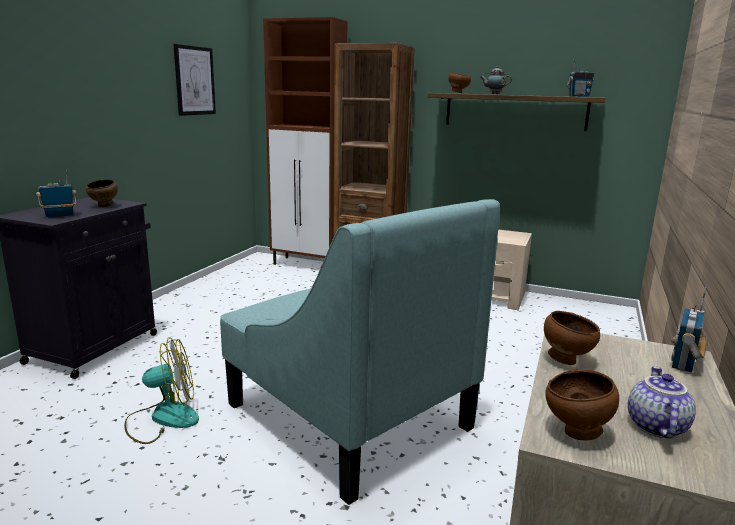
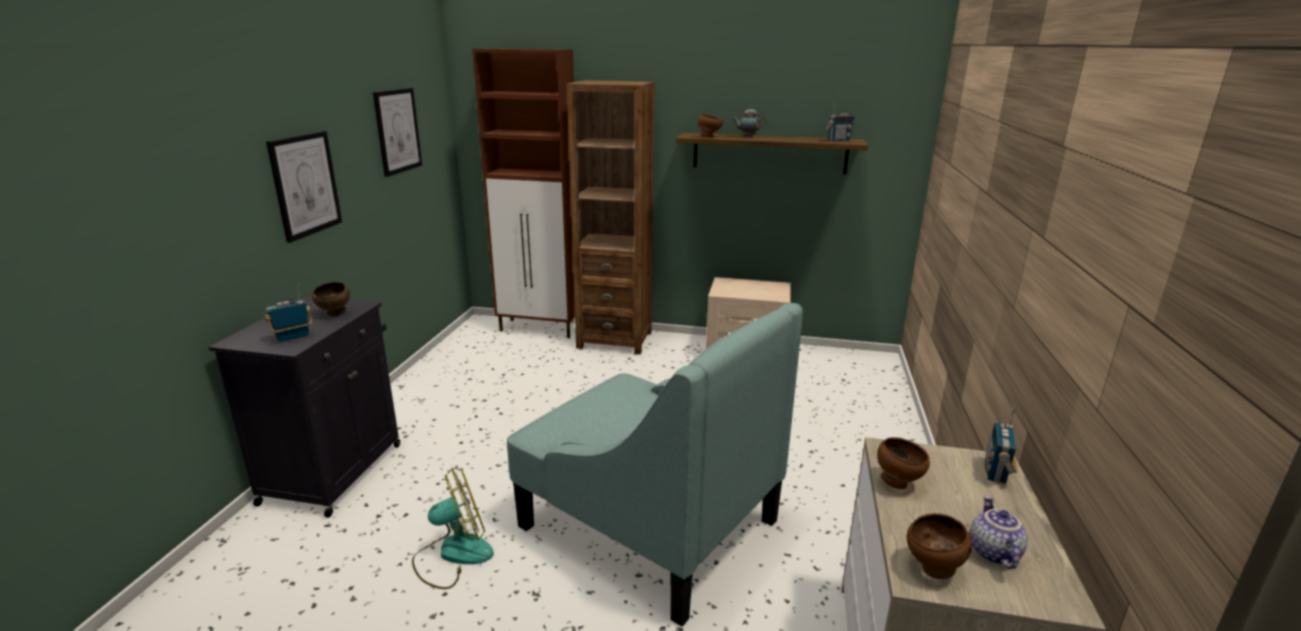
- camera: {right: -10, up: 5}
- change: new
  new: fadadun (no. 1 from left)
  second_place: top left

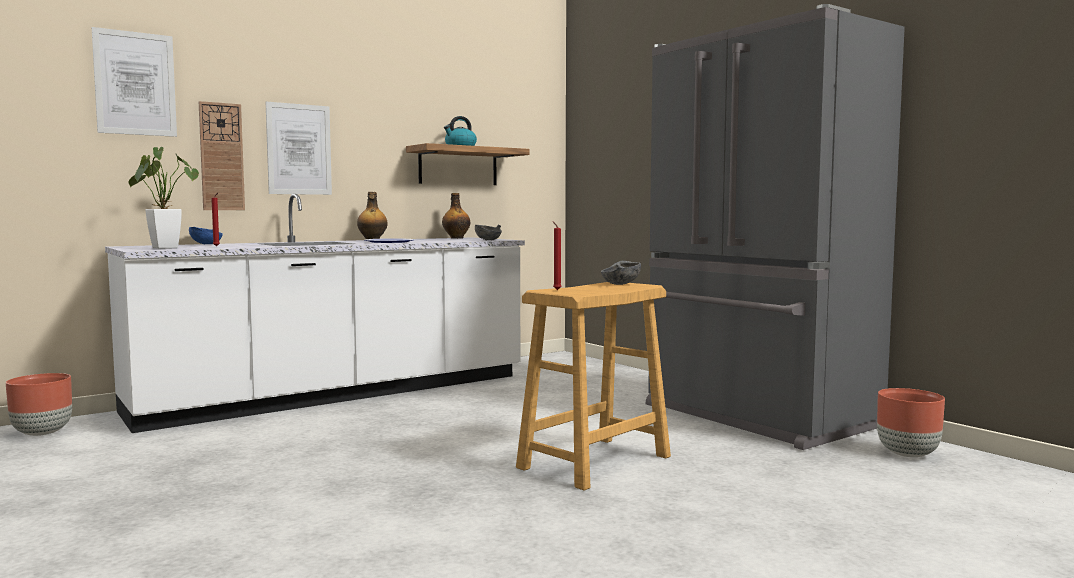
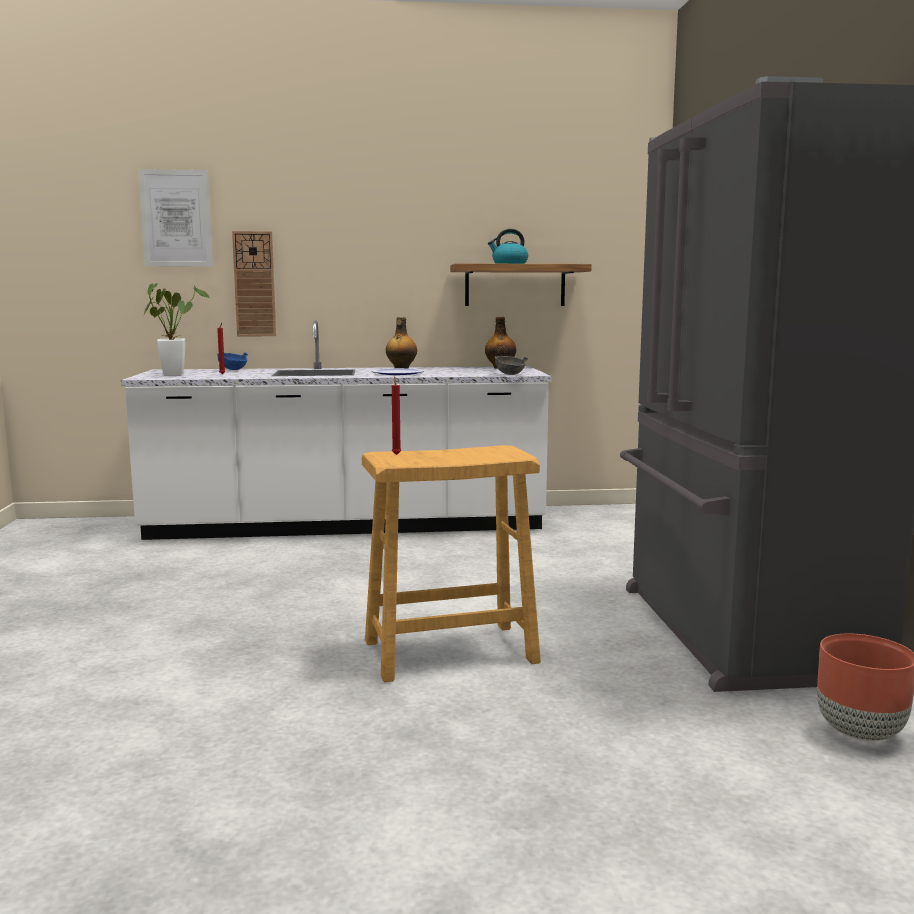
- camera: {right: 30, up: 5}
- change: gone
  old: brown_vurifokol (no. 1 from left)
  first_place: bottom left
- change: gone
  old: fadadun (no. 2 from left)
  first_place: top left
- change: gone
  old: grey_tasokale (no. 2 from left)
  first_place: centre

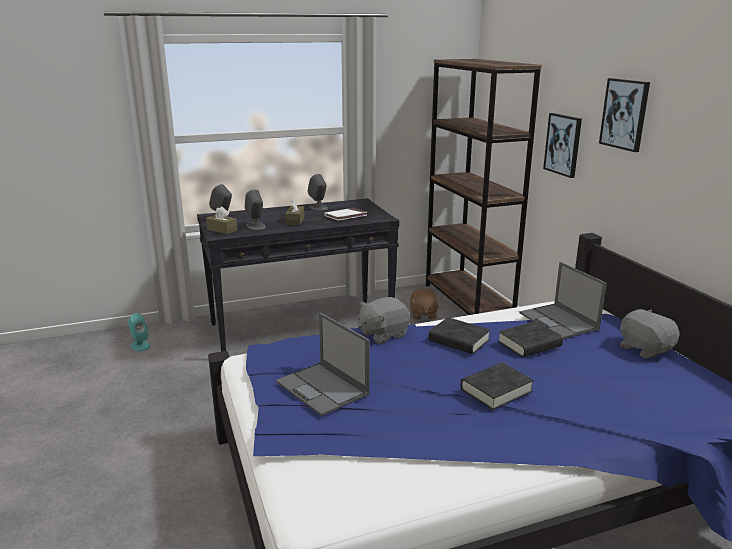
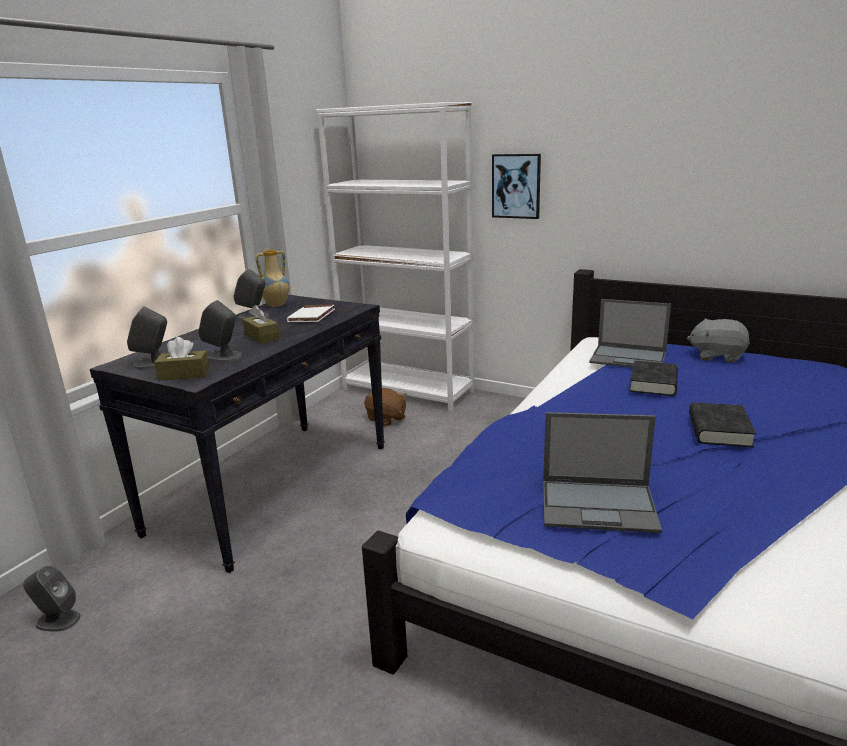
- camera: {right: -40, up: 0}
- change: gone
  old: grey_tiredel (no. 1 from left)
  first_place: centre
- change: gone
  old: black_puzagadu (no. 1 from left)
  first_place: centre
- change: gone
  old: fadadun (no. 2 from left)
  first_place: top right
- change: new
  new: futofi
  second_place: middle left
- change: repainted
  old: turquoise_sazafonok
  new: grey_sazafonok (no. 1 from left)
  first_place: middle left
  second_place: bottom left
- change: repainted
  old: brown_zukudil
  new: white_zukudil
  first_place: centre
  second_place: centre

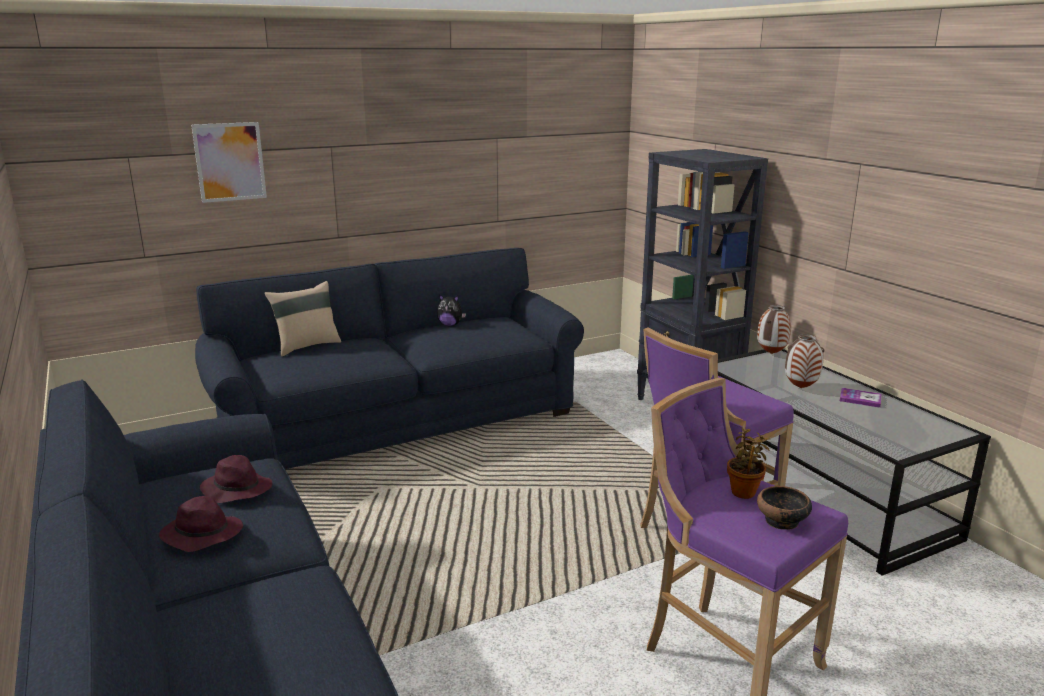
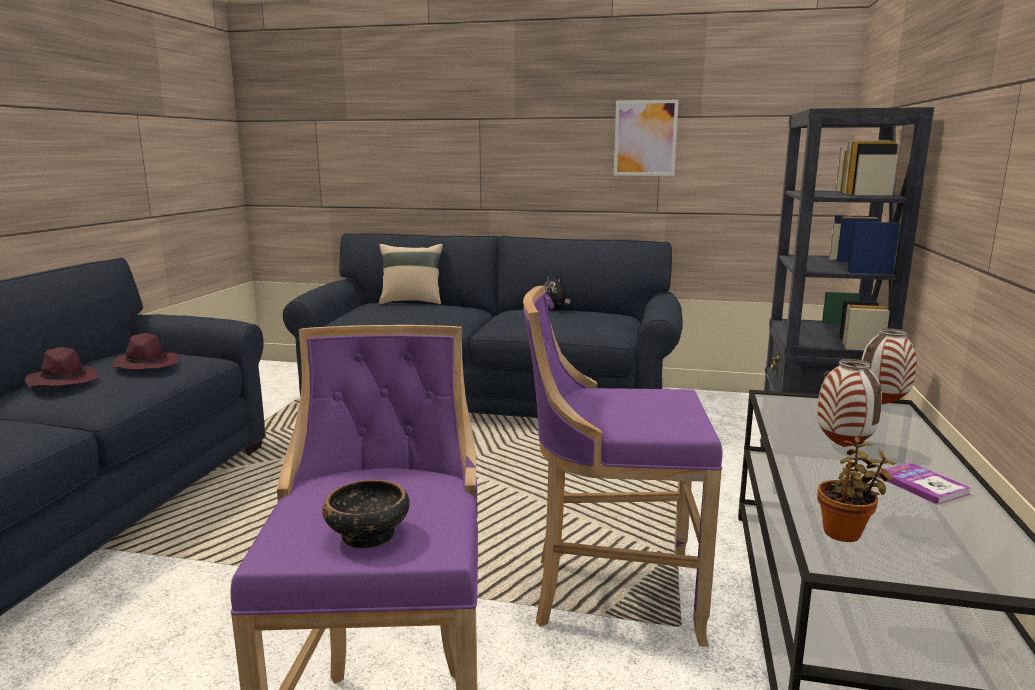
- camera: {right: 40, up: -5}
- change: shifted
  old: fadadun
  first_place: top left
  second_place: top centre
- change: shifted
  old: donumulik
  first_place: middle right
  second_place: bottom right

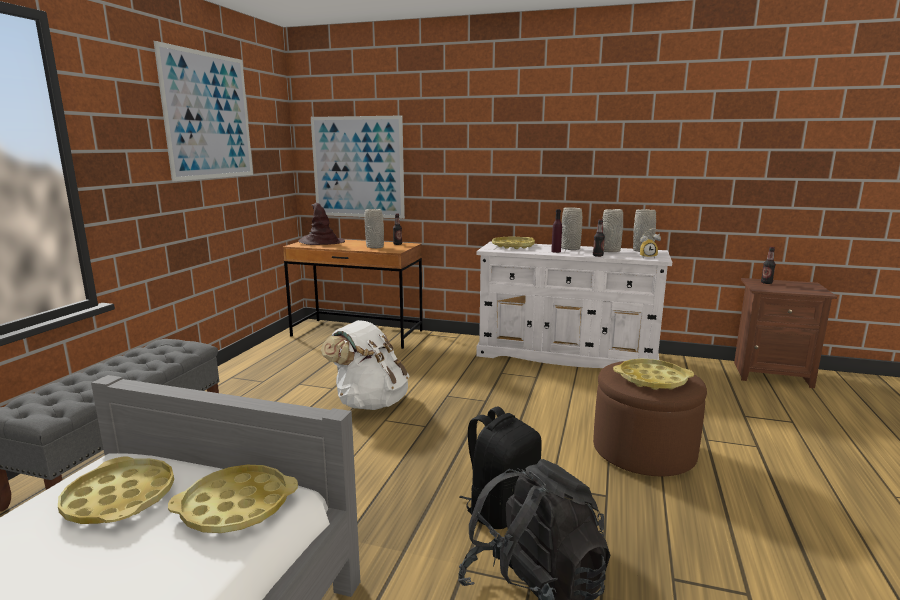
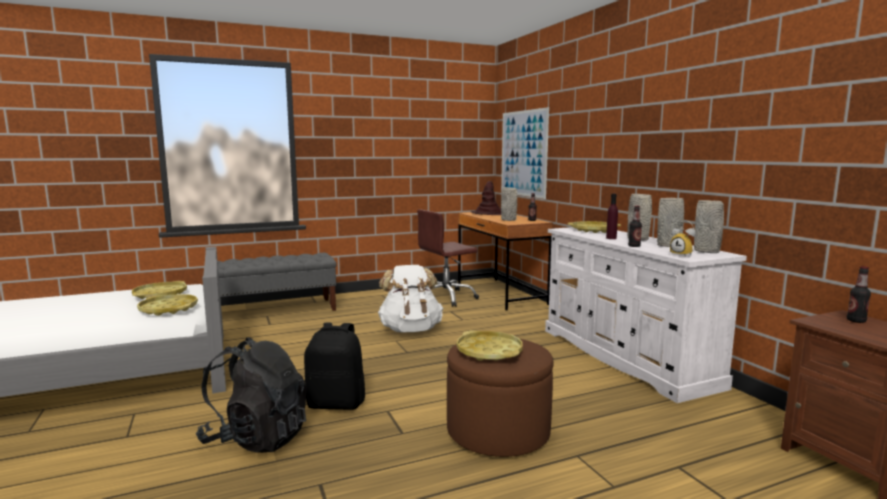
- camera: {right: 50, up: -5}
- change: gone
  old: fadadun (no. 1 from left)
  first_place: top left
- change: new
  new: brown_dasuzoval
  second_place: centre

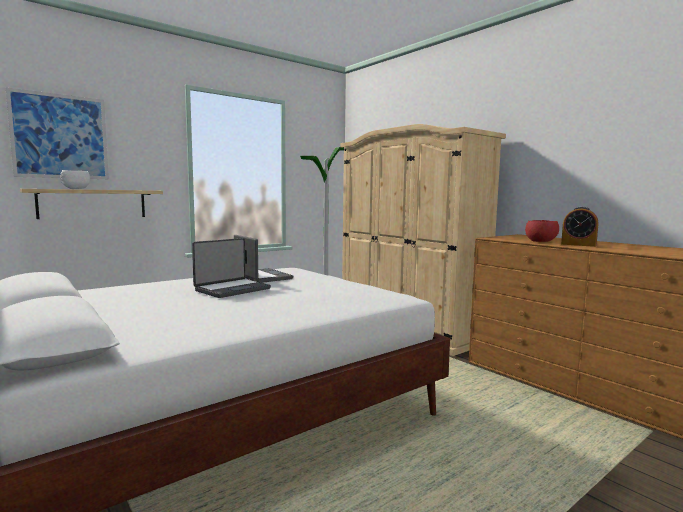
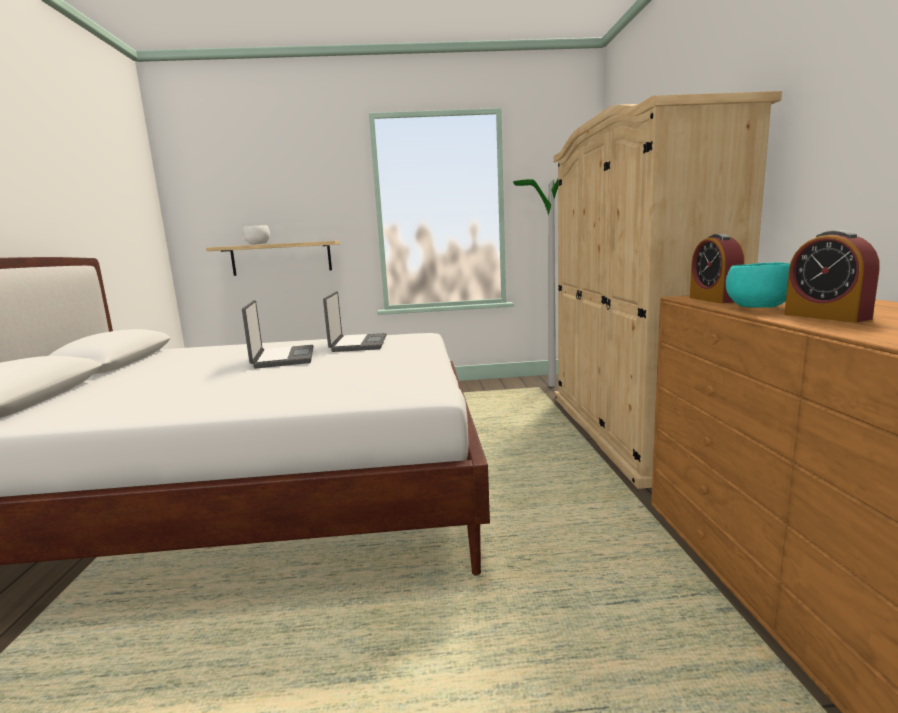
- camera: {right: 35, up: 5}
- change: gone
  old: fadadun
  first_place: top left
- change: new
  new: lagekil (no. 1 from left)
  second_place: middle right
- change: repainted
  old: red_tasokale
  new: turquoise_tasokale
  first_place: middle right
  second_place: middle right
- change: rotated
  old: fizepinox (no. 1 from left)
  first_place: centre
  second_place: middle left
  degrees: -90

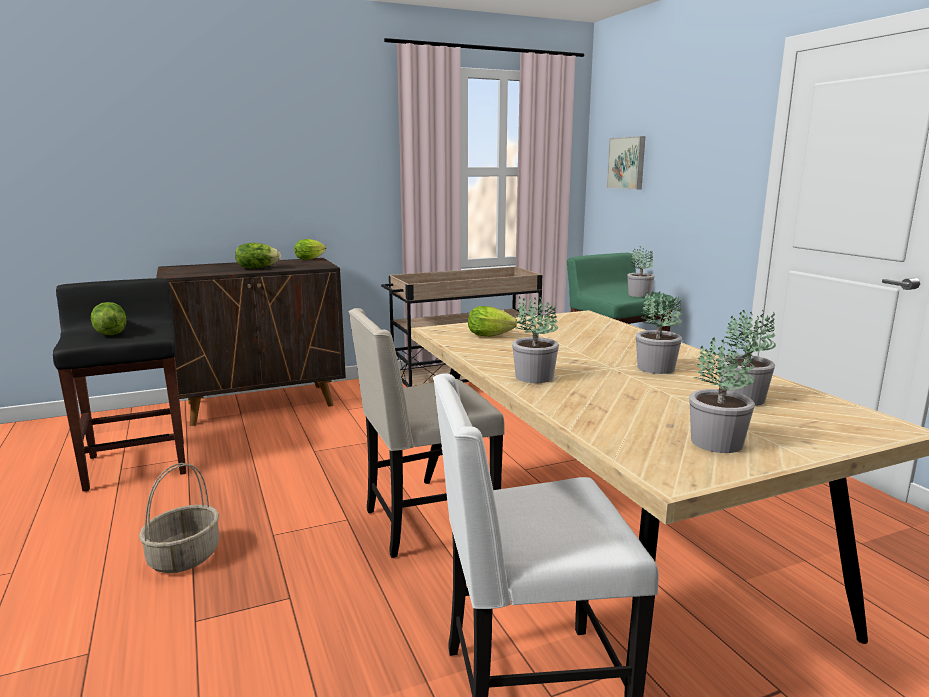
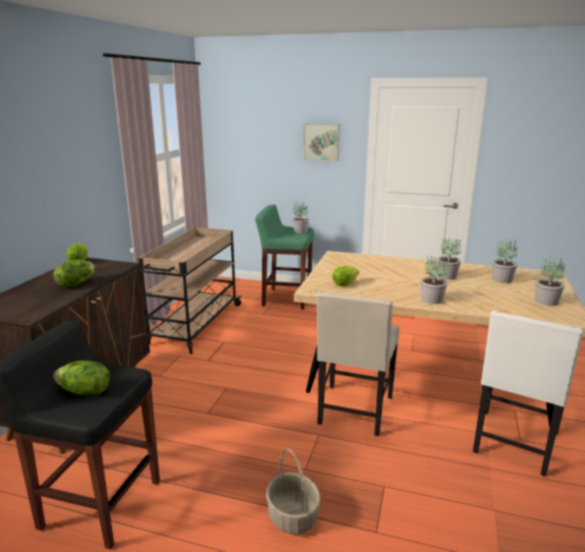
- camera: {right: -50, up: 5}
- change: shifted
  old: fadadun
  first_place: top right
  second_place: top centre

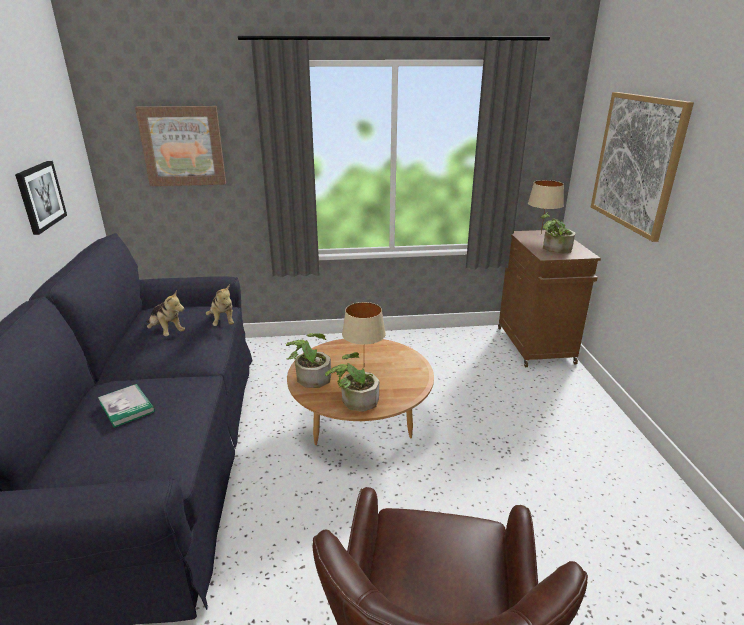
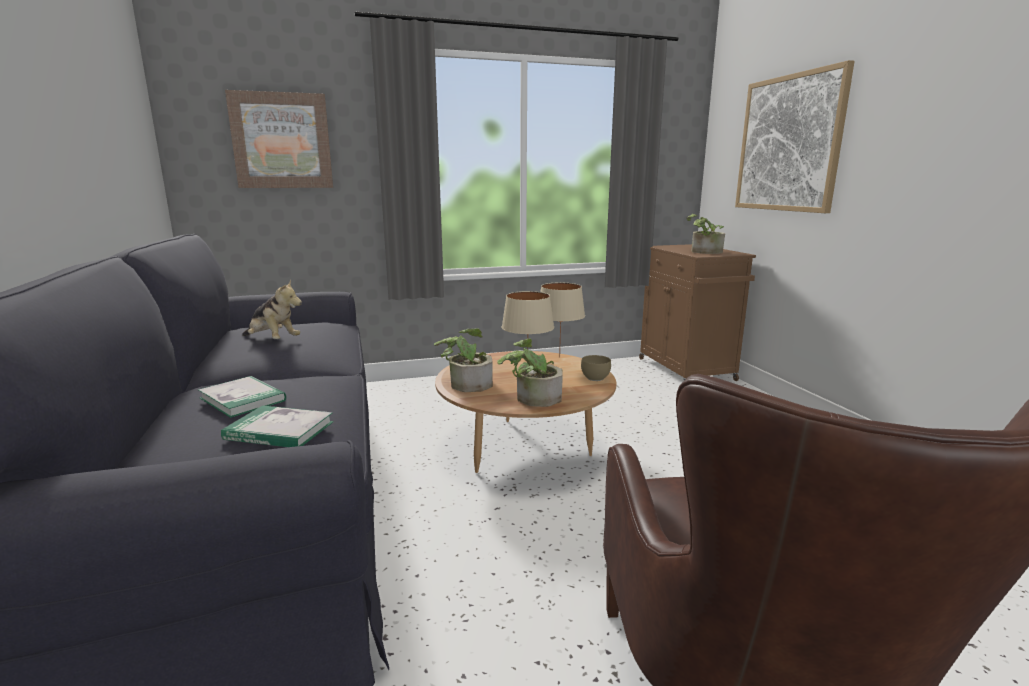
- camera: {right: -10, up: -10}
- change: gone
  old: fadadun (no. 1 from left)
  first_place: top left
- change: gone
  old: tiredel (no. 2 from left)
  first_place: middle left
- change: new
  new: puzagadu (no. 2 from left)
  second_place: middle left
- change: new
  new: brown_tasokale
  second_place: centre
- change: shifted
  old: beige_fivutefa (no. 2 from left)
  first_place: top right
  second_place: centre

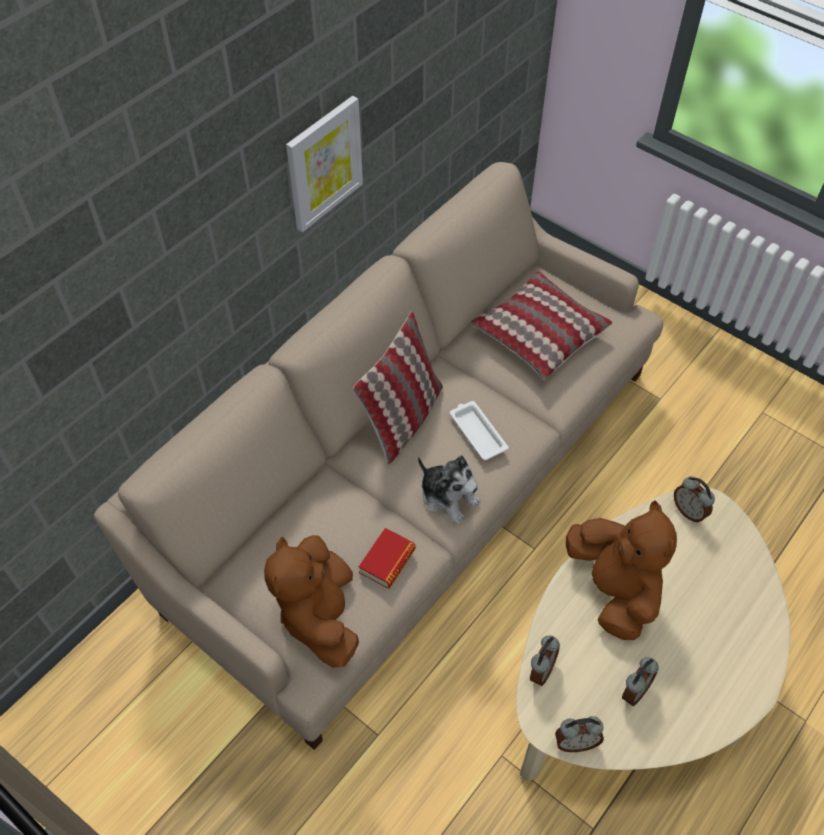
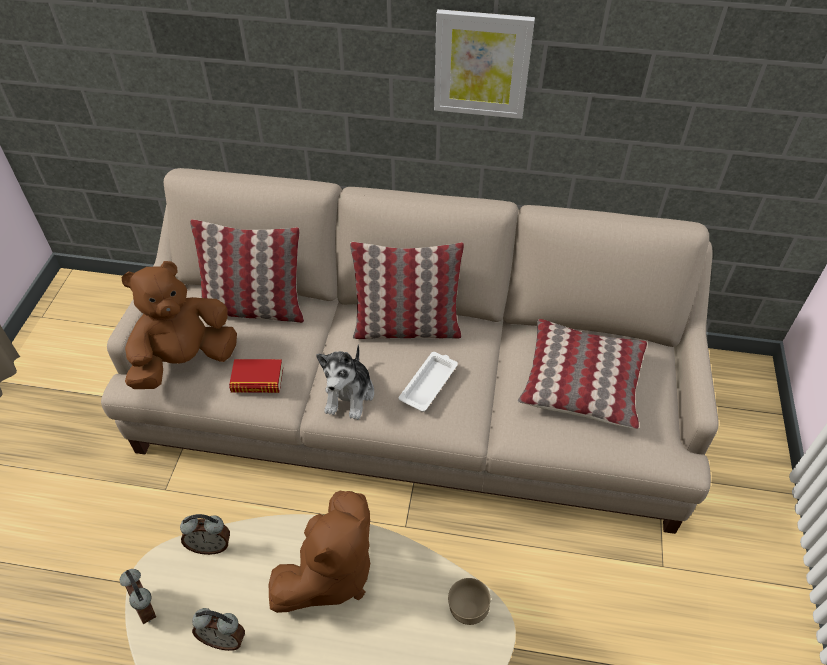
- camera: {right: 60, up: -5}
- change: new
  new: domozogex (no. 1 from left)
  second_place: middle left
- change: swapped
  old: lagekil (no. 4 from left)
  new: brown_tasokale
  first_place: middle right
  second_place: bottom centre

